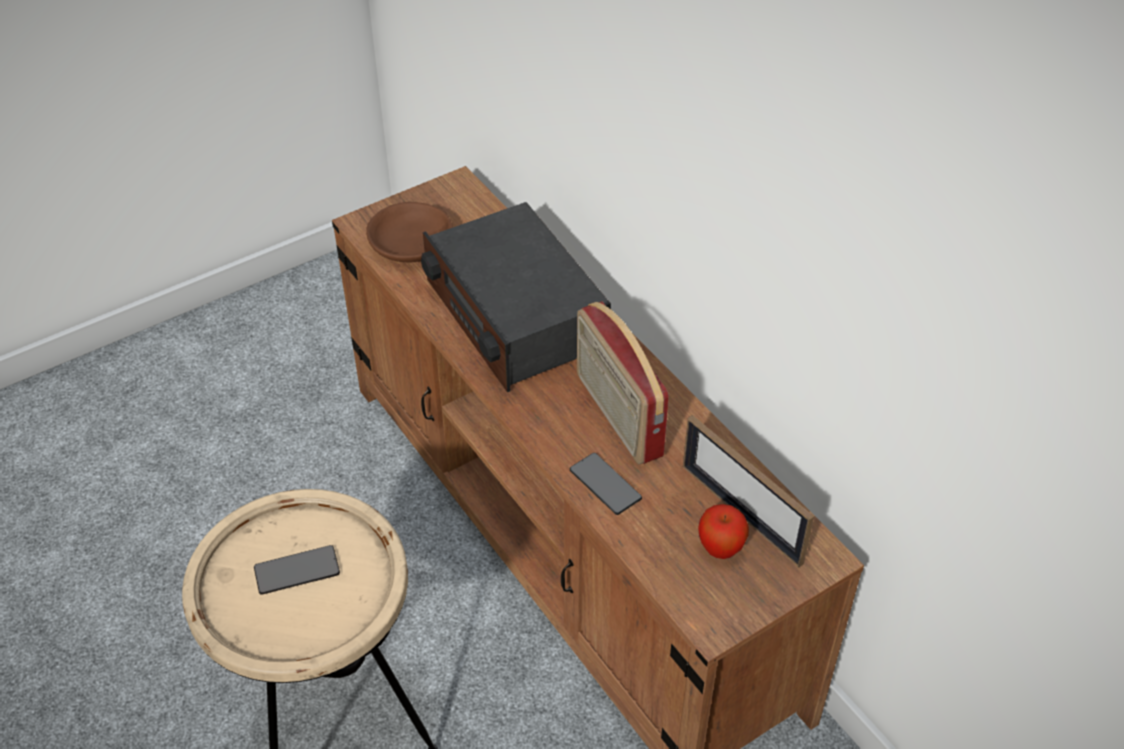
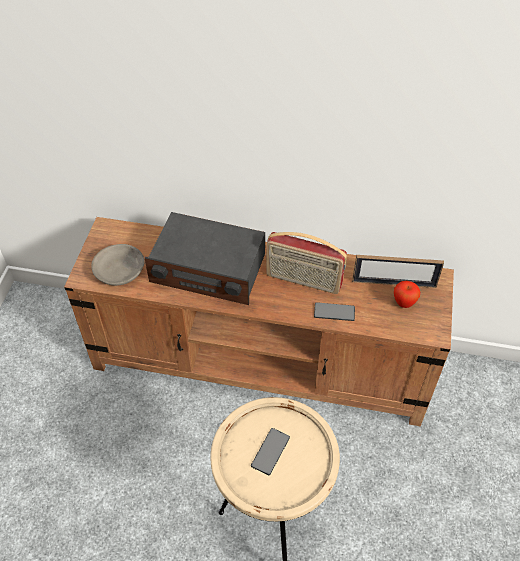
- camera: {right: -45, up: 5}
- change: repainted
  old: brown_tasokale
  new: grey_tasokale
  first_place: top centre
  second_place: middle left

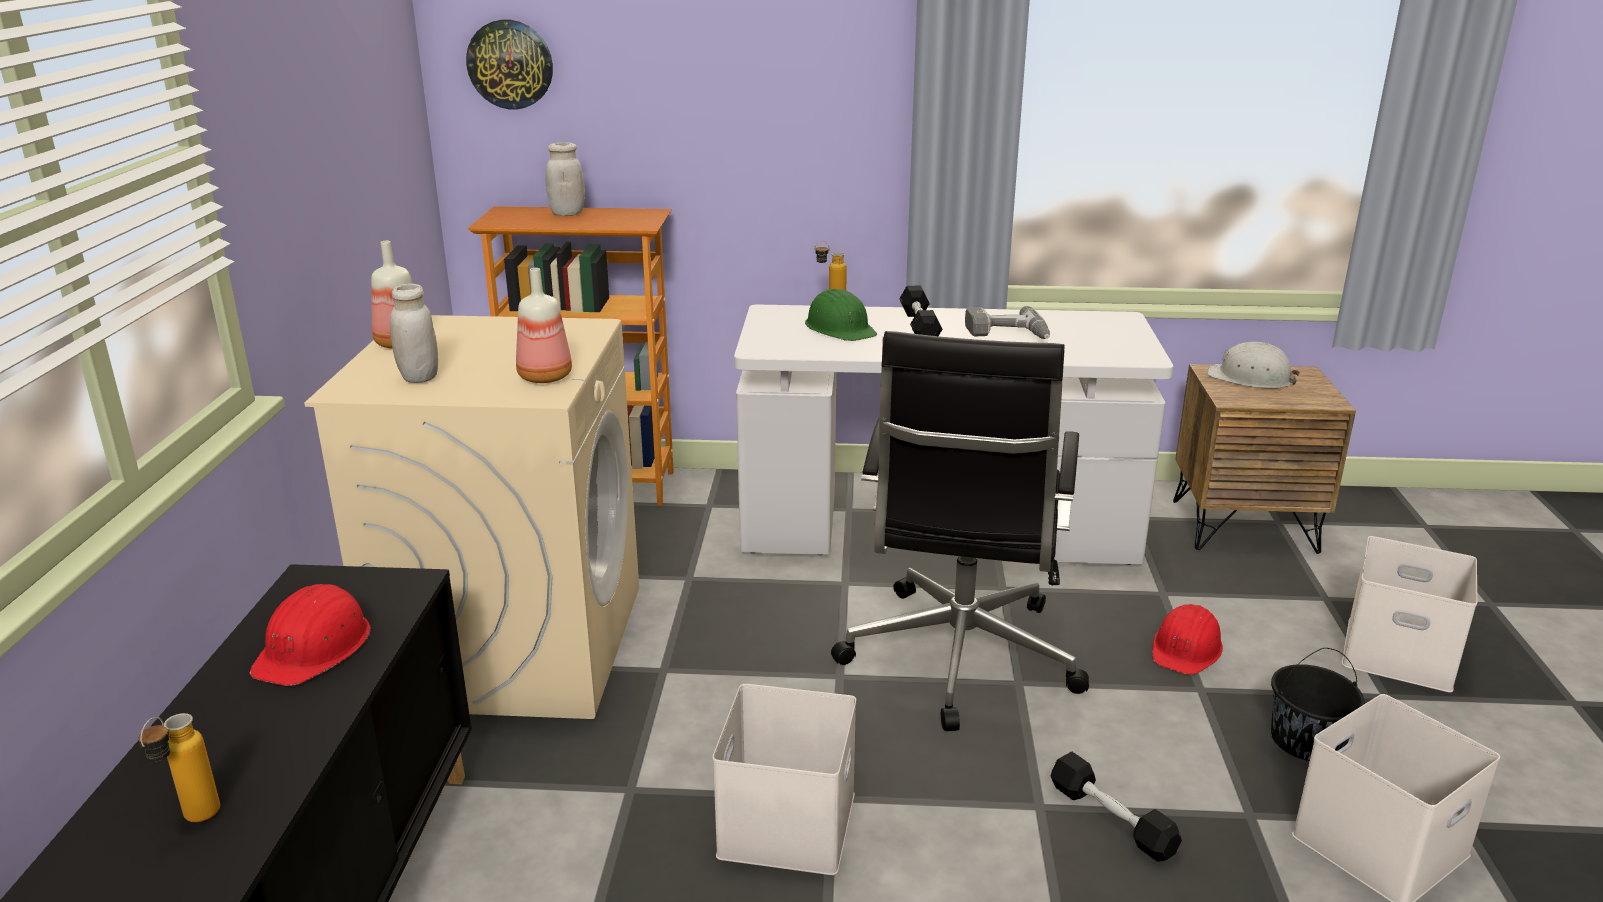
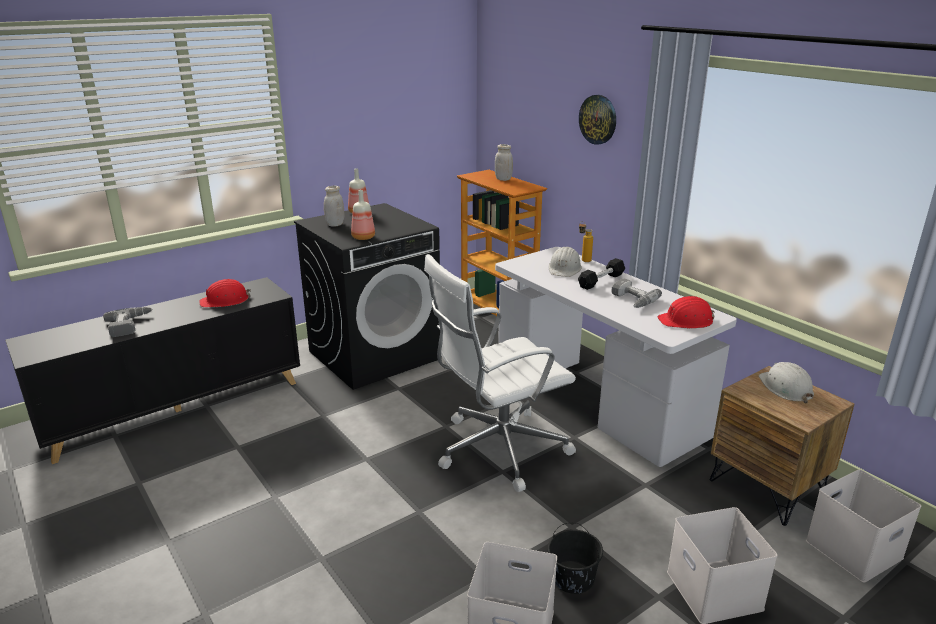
- camera: {right: 50, up: 0}
- change: gone
  old: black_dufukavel (no. 2 from left)
  first_place: bottom right
- change: shifted
  old: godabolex
  first_place: top left
  second_place: top centre
- change: shifted
  old: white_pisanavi (no. 1 from left in the first image)
  new: white_pisanavi (no. 3 from left)
  first_place: bottom centre
  second_place: bottom right
- change: shifted
  old: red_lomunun (no. 2 from left)
  first_place: bottom right
  second_place: middle right
- change: swapped
  old: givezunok (no. 1 from left)
  new: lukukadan (no. 1 from left)
  first_place: bottom left
  second_place: middle left
- change: repainted
  old: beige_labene
  new: black_labene
  first_place: middle left
  second_place: centre
- change: repainted
  old: green_lomunun
  new: white_lomunun (no. 1 from left)
  first_place: centre
  second_place: centre
- change: repainted
  old: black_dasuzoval
  new: white_dasuzoval
  first_place: centre
  second_place: centre

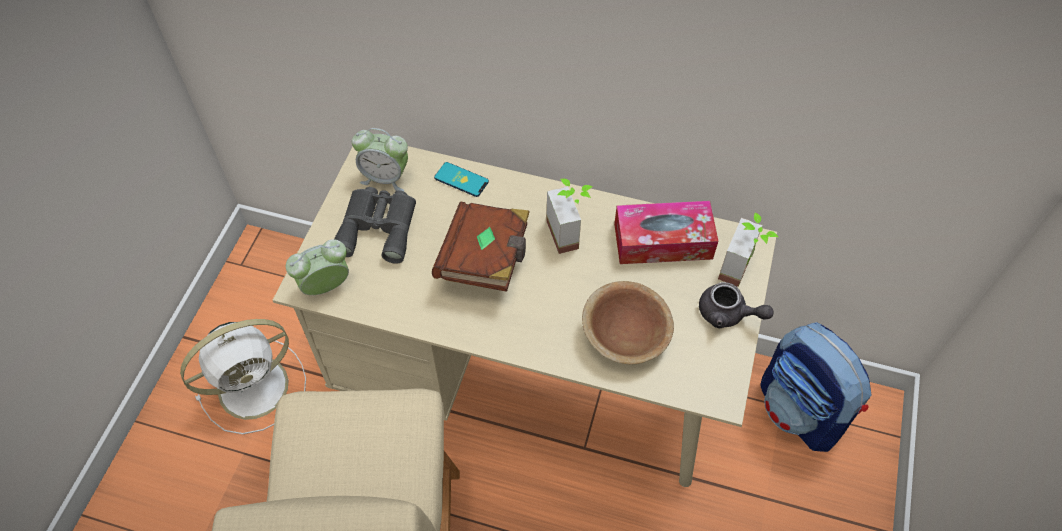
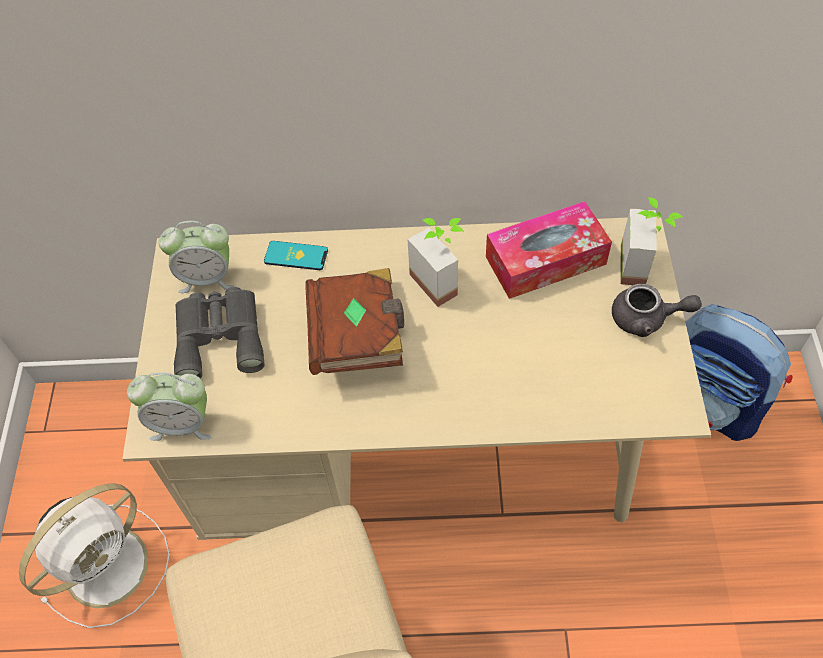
- camera: {right: -15, up: 0}
- change: gone
  old: brown_tasokale
  first_place: centre
- change: rotated
  old: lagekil (no. 1 from left)
  first_place: middle left
  second_place: middle left
  degrees: -135

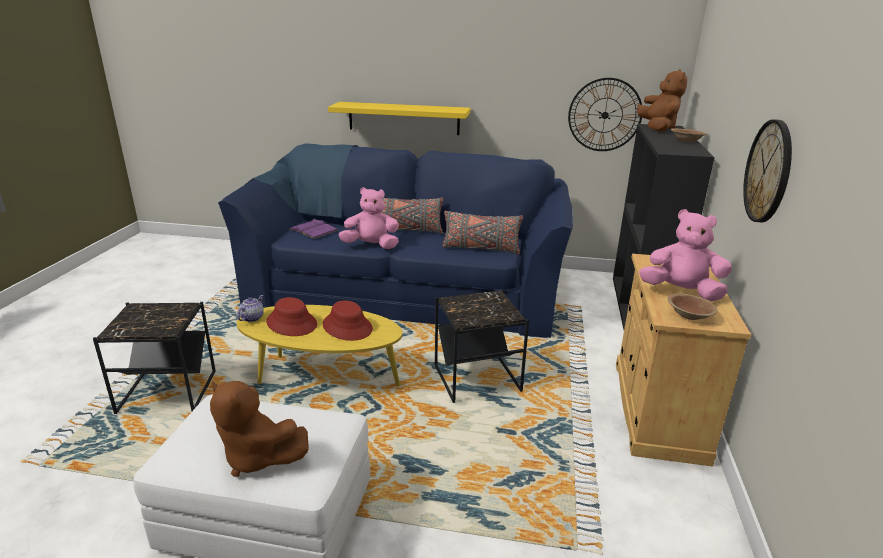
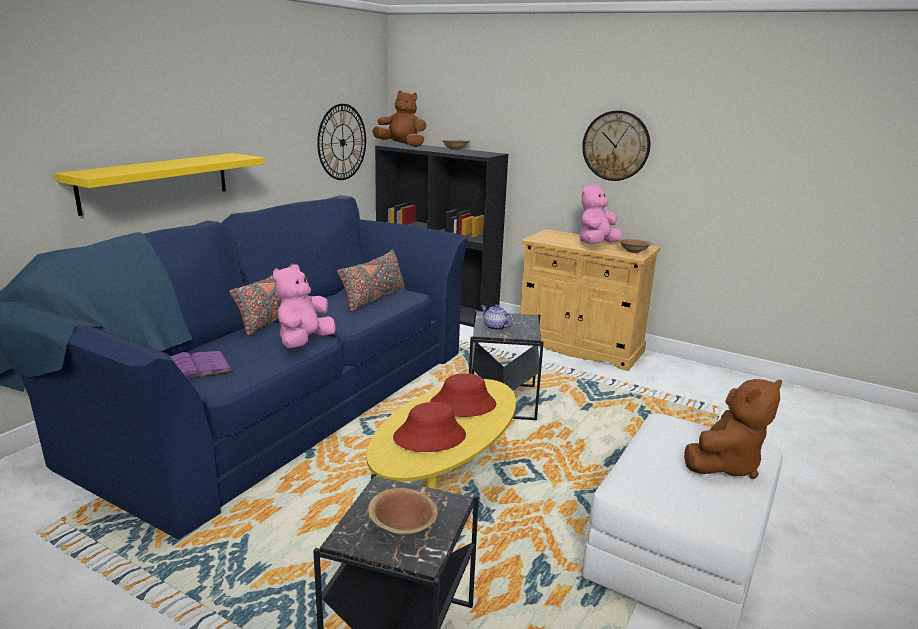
- camera: {right: -70, up: -5}
- change: new
  new: brown_tasokale (no. 1 from left)
  second_place: bottom centre
- change: shifted
  old: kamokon
  first_place: middle left
  second_place: centre

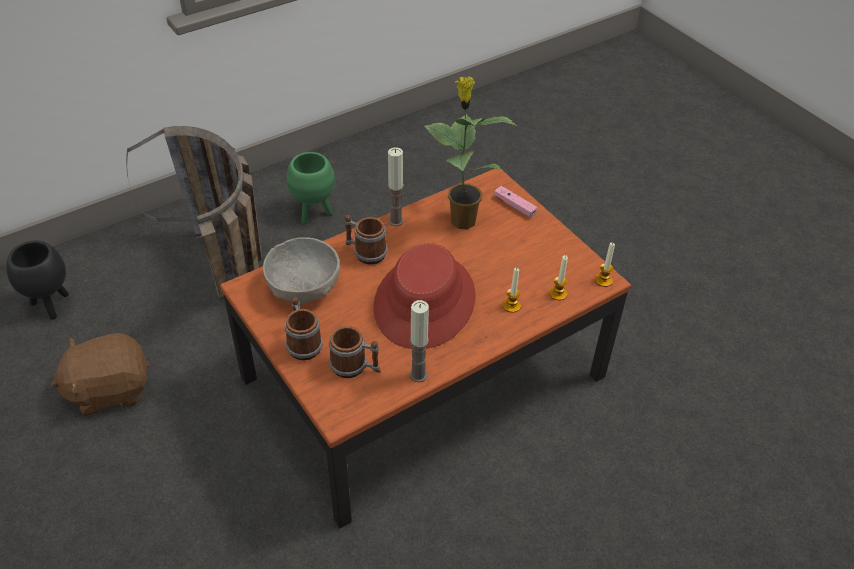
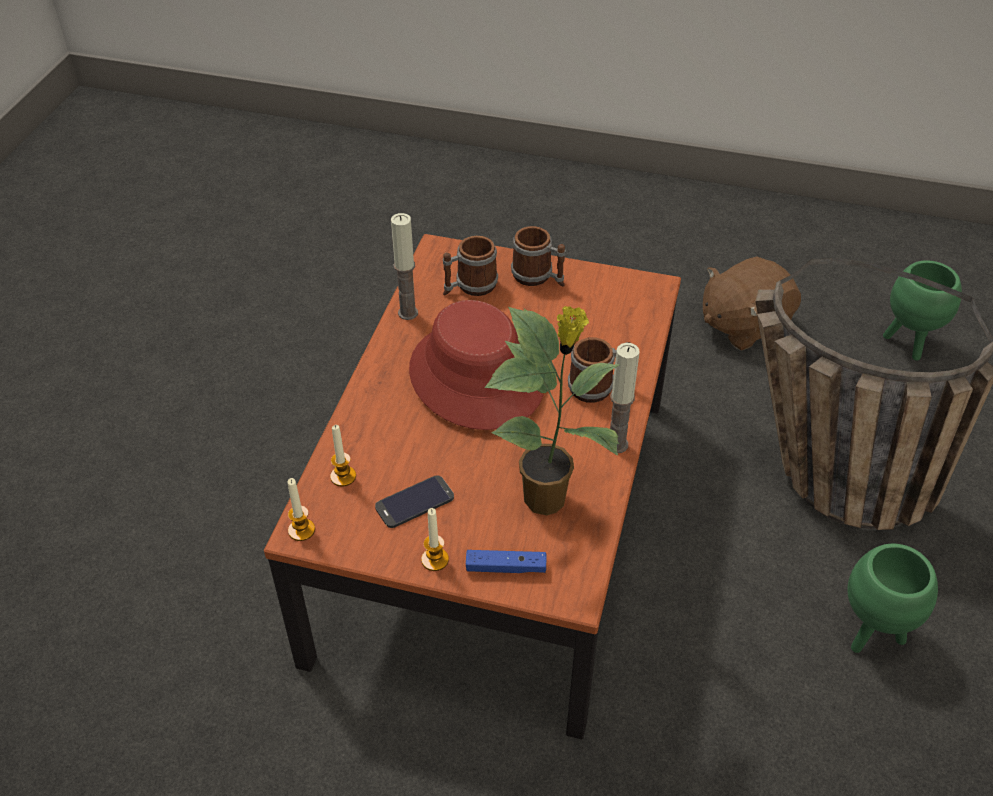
- camera: {right: 140, up: 0}
- change: gone
  old: grey_tasokale
  first_place: centre
- change: new
  new: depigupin
  second_place: centre
- change: shifted
  old: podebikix (no. 3 from left in the first image)
  new: podebikix (no. 4 from left)
  first_place: centre
  second_place: bottom centre
- change: repainted
  old: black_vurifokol
  new: green_vurifokol (no. 2 from left)
  first_place: middle left
  second_place: middle right
- change: repainted
  old: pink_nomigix
  new: blue_nomigix
  first_place: centre
  second_place: bottom centre
- change: rotated
  old: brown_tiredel
  first_place: middle left
  second_place: middle right
  degrees: -150

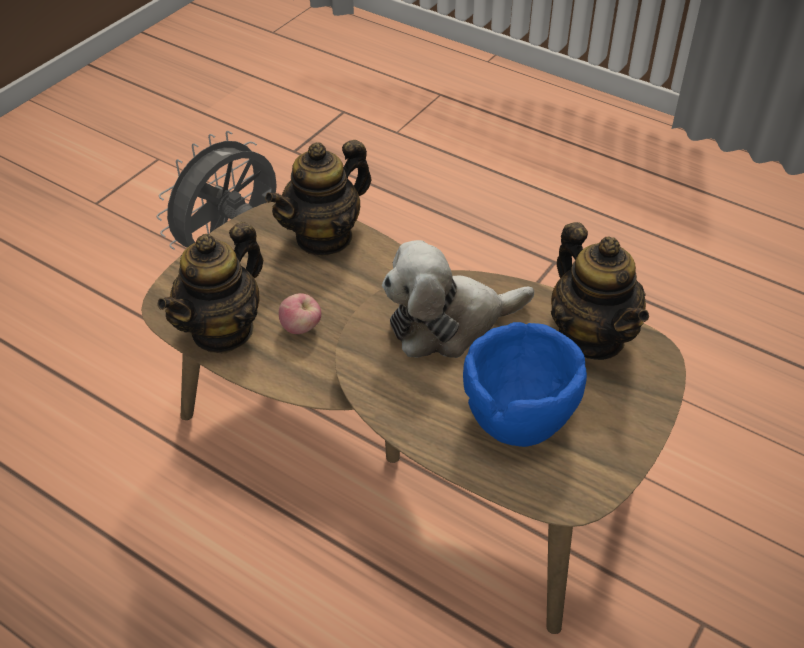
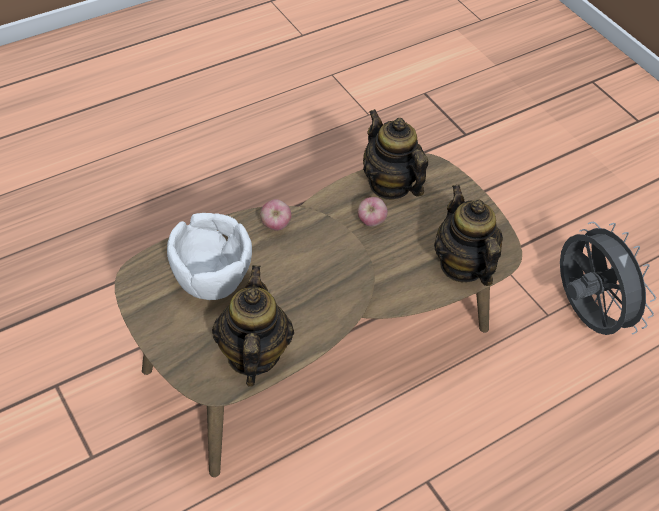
- camera: {right: 110, up: 5}
- change: gone
  old: tiredel
  first_place: centre
- change: new
  new: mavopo (no. 1 from left)
  second_place: centre
- change: repainted
  old: blue_tasokale
  new: white_tasokale
  first_place: centre
  second_place: middle left
- change: rotated
  old: kamokon (no. 3 from left in the first image)
  first_place: middle right
  second_place: centre
  degrees: 90

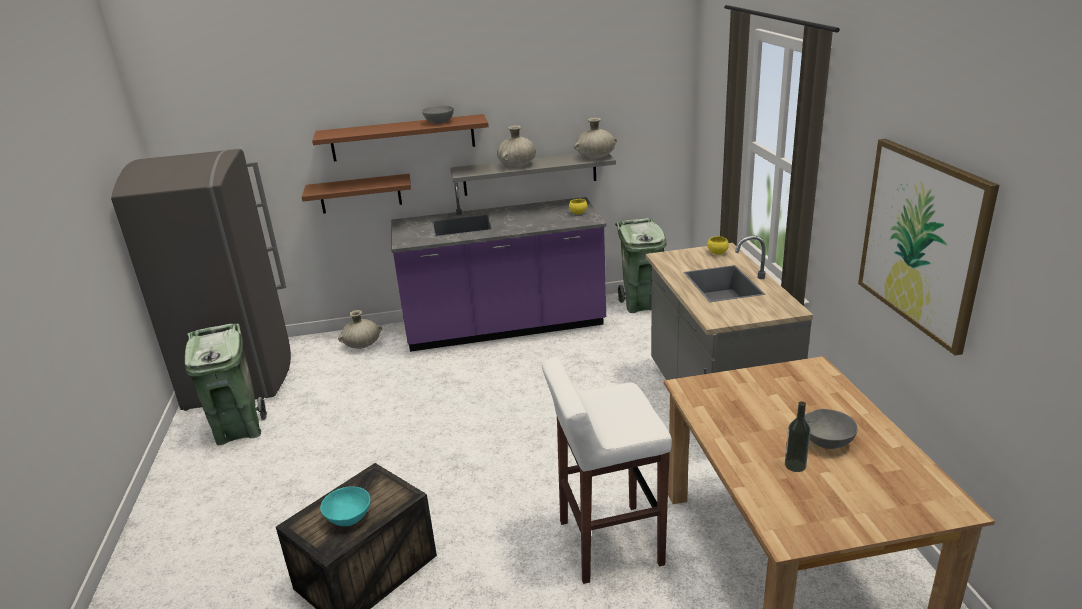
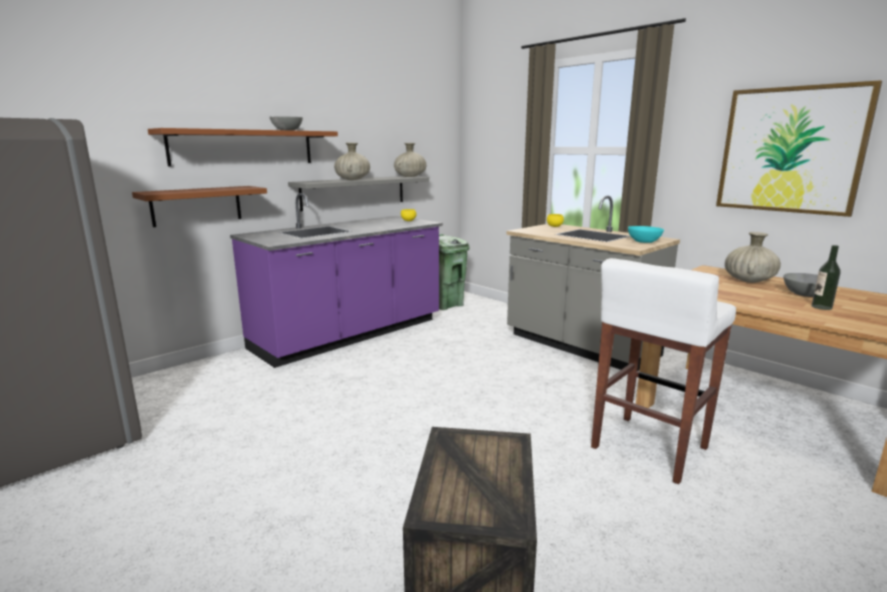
- camera: {right: -35, up: -10}
- change: gone
  old: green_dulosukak (no. 1 from left)
  first_place: middle left
- change: shifted
  old: turquoise_tasokale
  first_place: bottom left
  second_place: middle right
- change: shifted
  old: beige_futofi (no. 1 from left in the first image)
  new: beige_futofi (no. 3 from left)
  first_place: middle left
  second_place: middle right

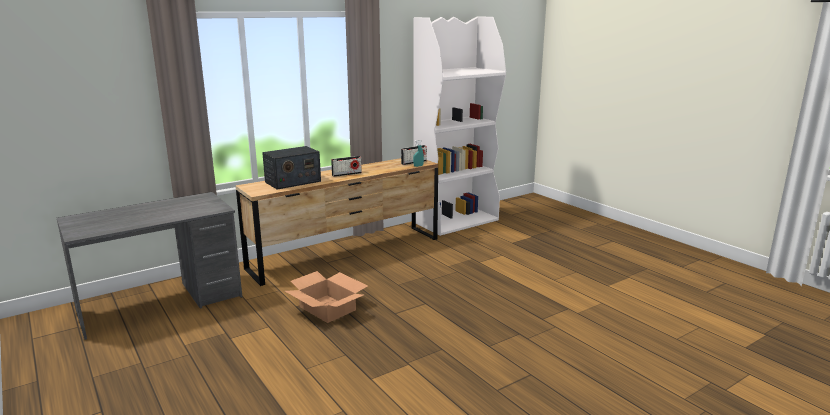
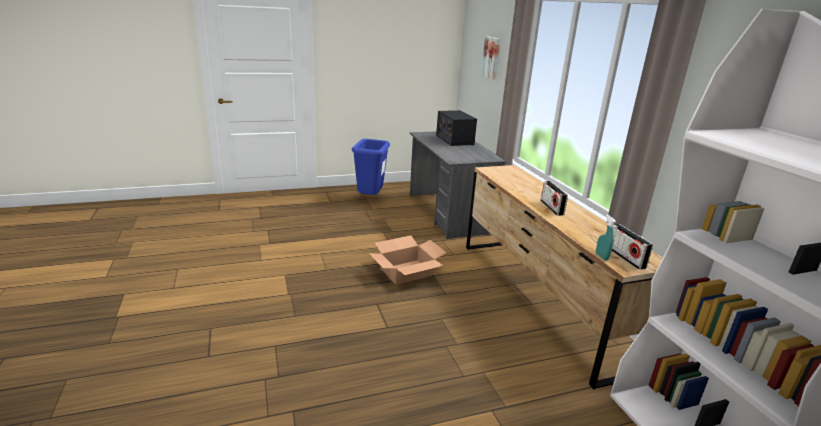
- camera: {right: 105, up: 5}
- change: new
  new: blue_dulosukak
  second_place: centre
- change: new
  new: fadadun
  second_place: top centre
- change: shifted
  old: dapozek (no. 1 from left)
  first_place: centre
  second_place: top centre

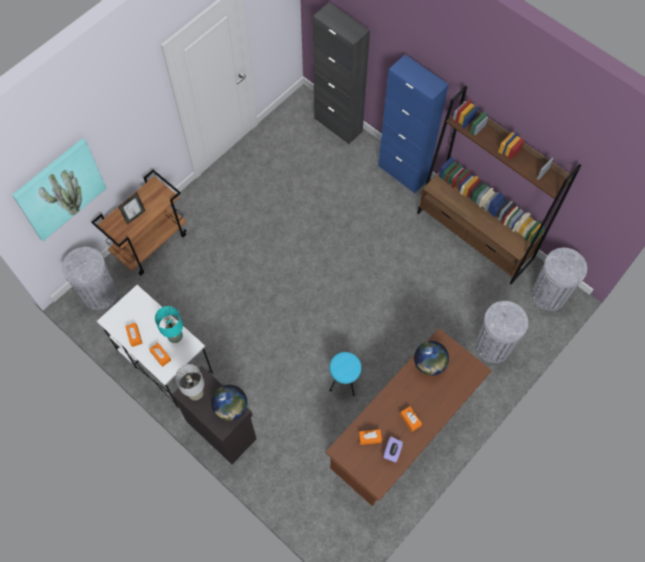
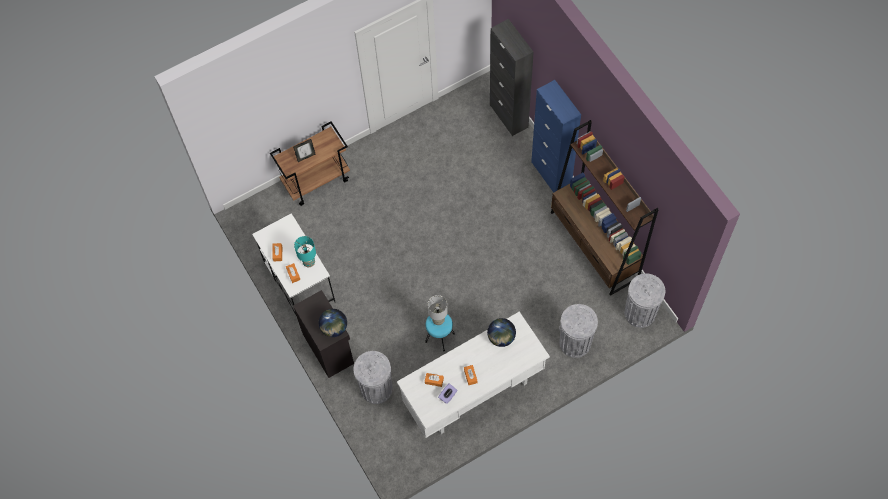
- camera: {right: 20, up: 0}
- change: gone
  old: fadadun
  first_place: middle left
- change: shifted
  old: grey_dulosukak (no. 1 from left)
  first_place: middle left
  second_place: bottom centre
- change: shifted
  old: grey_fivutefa
  first_place: bottom left
  second_place: centre
- change: repainted
  old: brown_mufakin
  new: white_mufakin (no. 2 from left)
  first_place: bottom centre
  second_place: bottom centre

